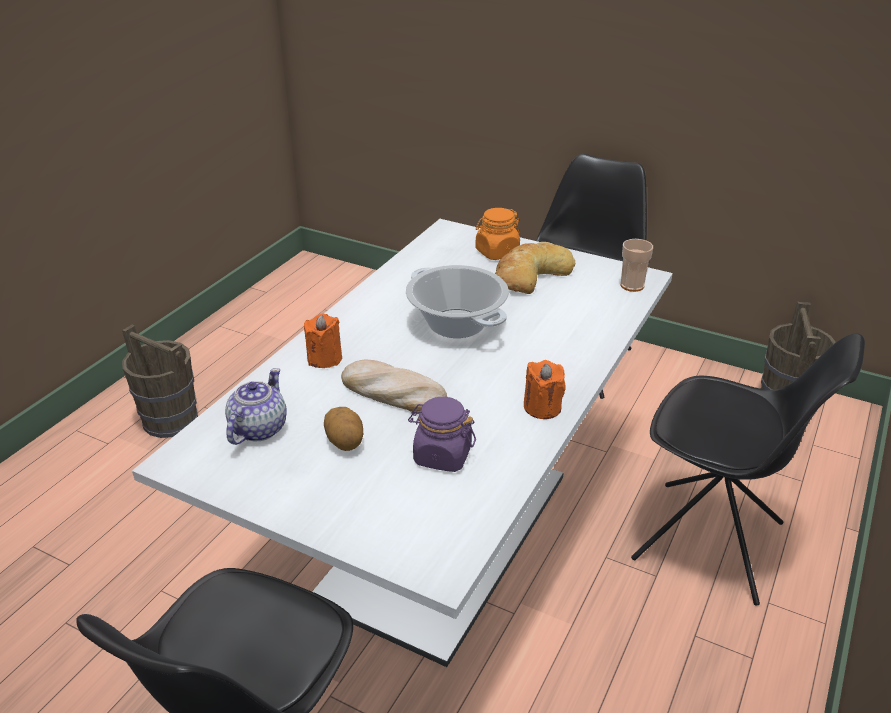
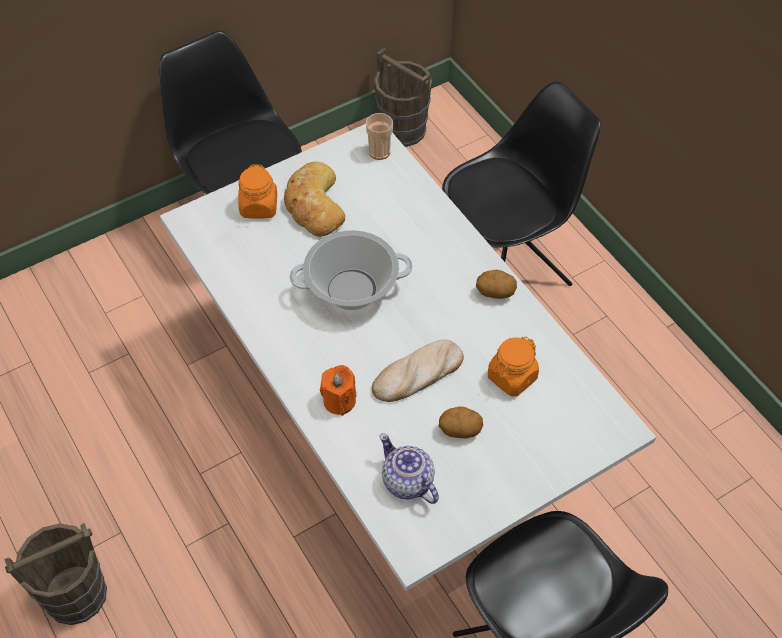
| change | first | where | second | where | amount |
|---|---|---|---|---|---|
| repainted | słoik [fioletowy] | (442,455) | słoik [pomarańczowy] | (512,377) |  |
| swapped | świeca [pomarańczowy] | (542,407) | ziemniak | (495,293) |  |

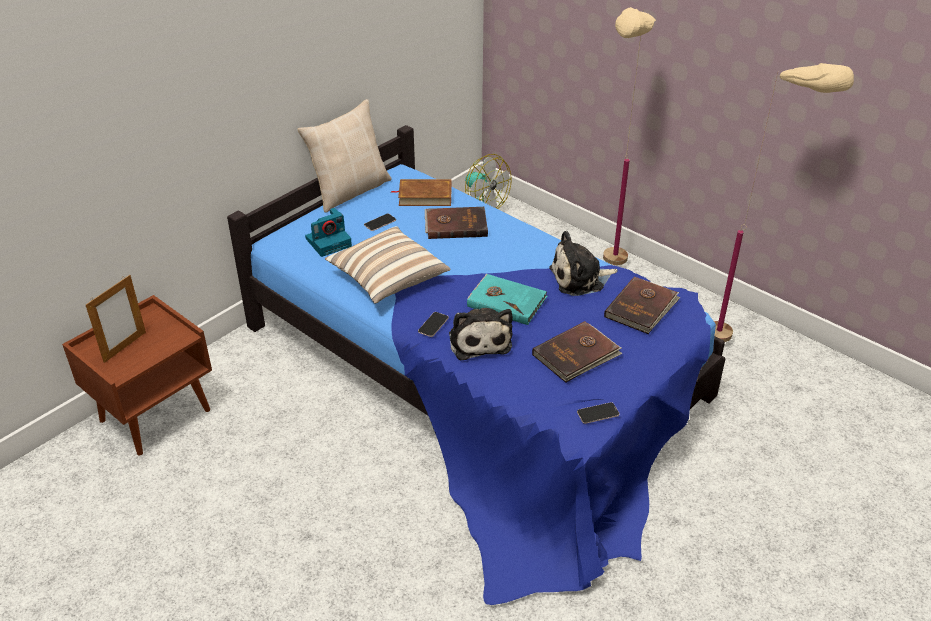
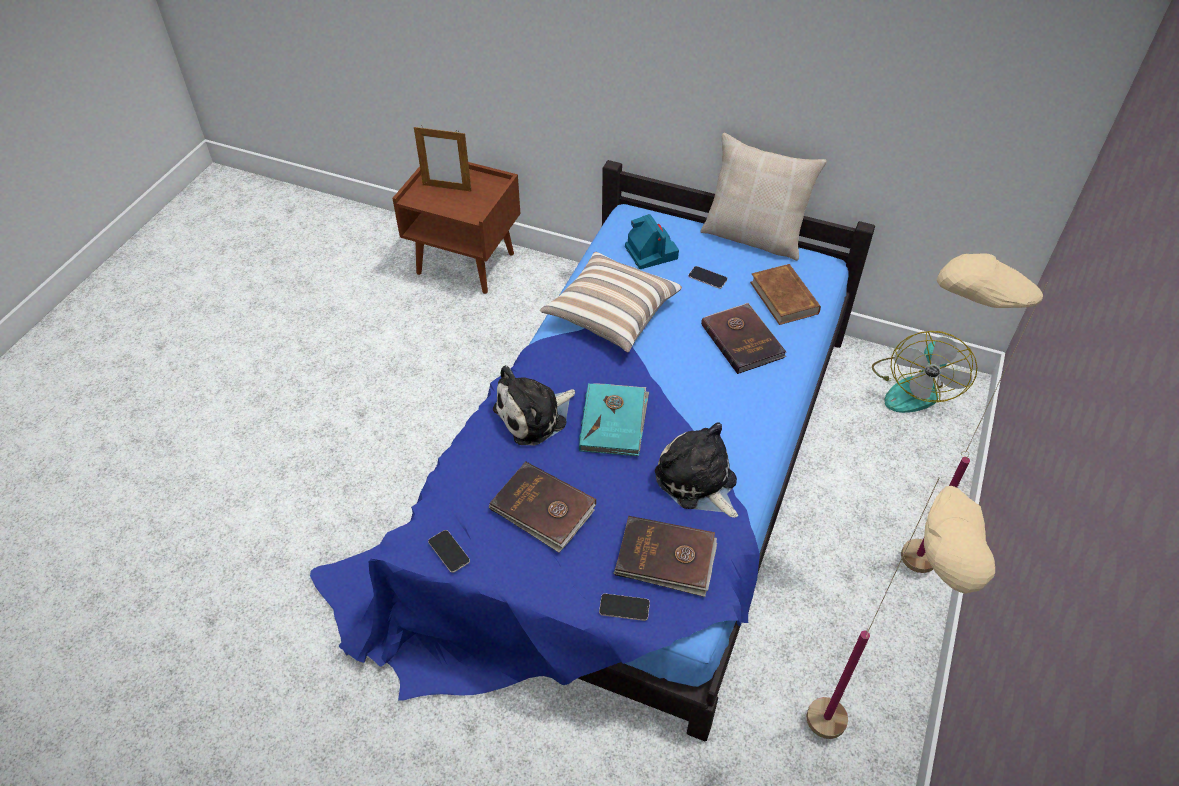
| change | first | where | second | where | amount |
|---|---|---|---|---|---|
| rotated | aparat fotograficzny | (329,242) |  | (650,252) | 150 degrees counterclockwise |
| shifted | telefon | (433,325) |  | (624,607) |  |

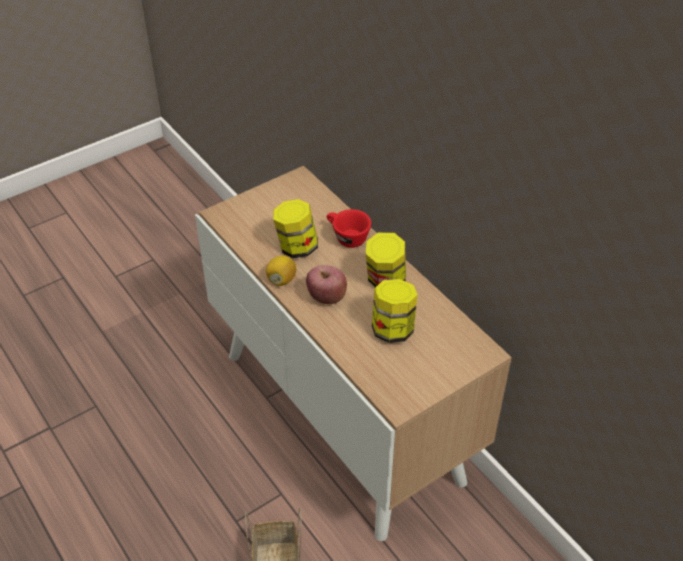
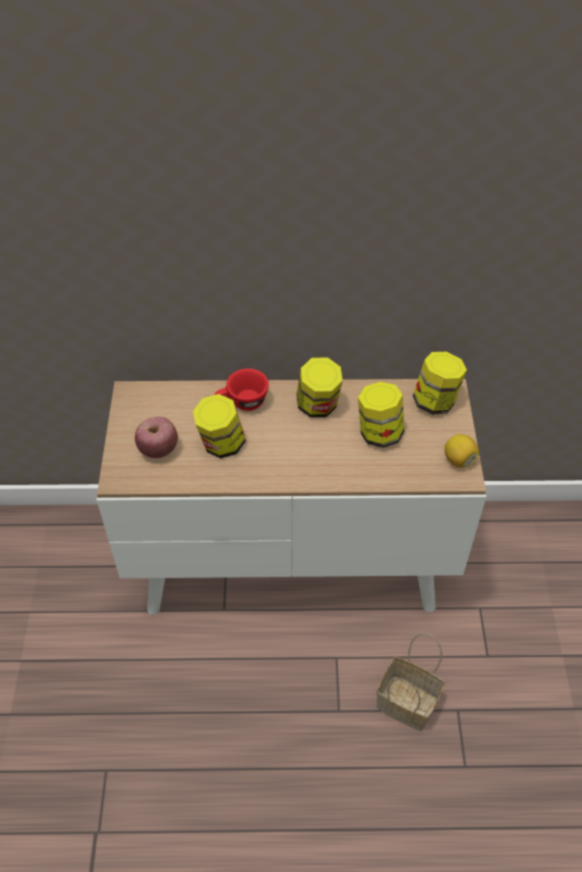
| change | first | where | second | where | amount |
|---|---|---|---|---|---|
| shifted | cytryna | (281,280) |  | (459,460) |  |
| shifted | jabłko | (326,297) |  | (159,450) |  |
| new |  |  | słoik | (435,401) |  |

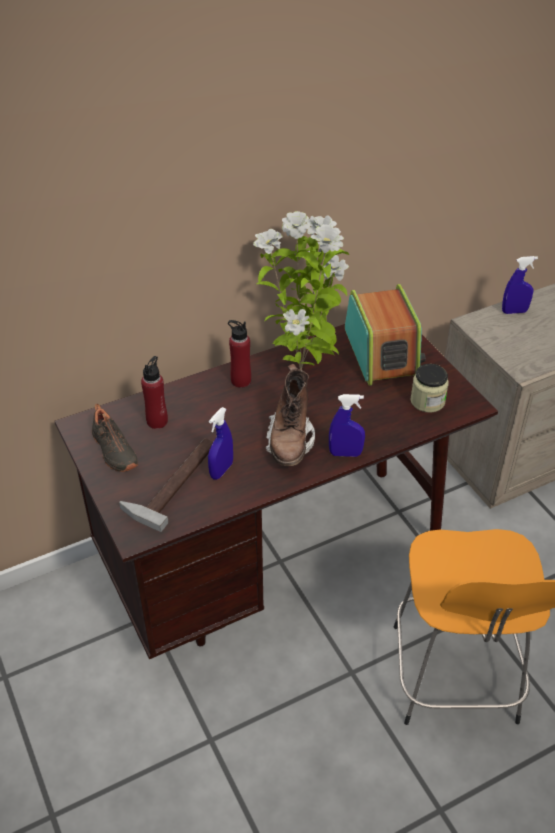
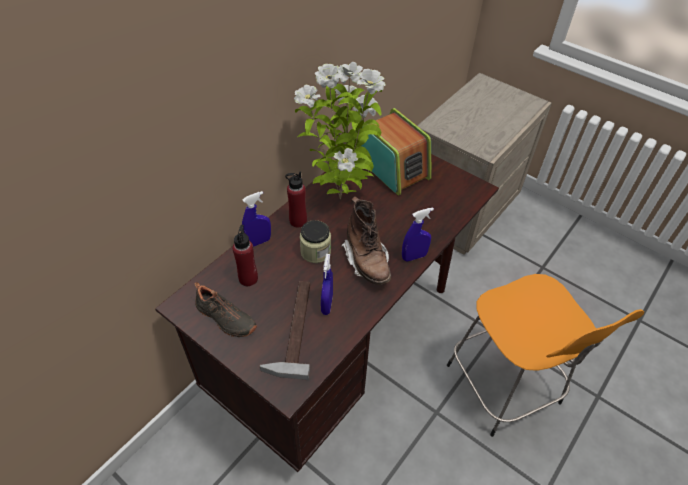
| change | first | where | second | where | amount |
|---|---|---|---|---|---|
| shifted | słoik | (427,401) |  | (315,252) |  |
| shifted | spryskiwacz [niebieski] | (514,311) |  | (258,242) |  |

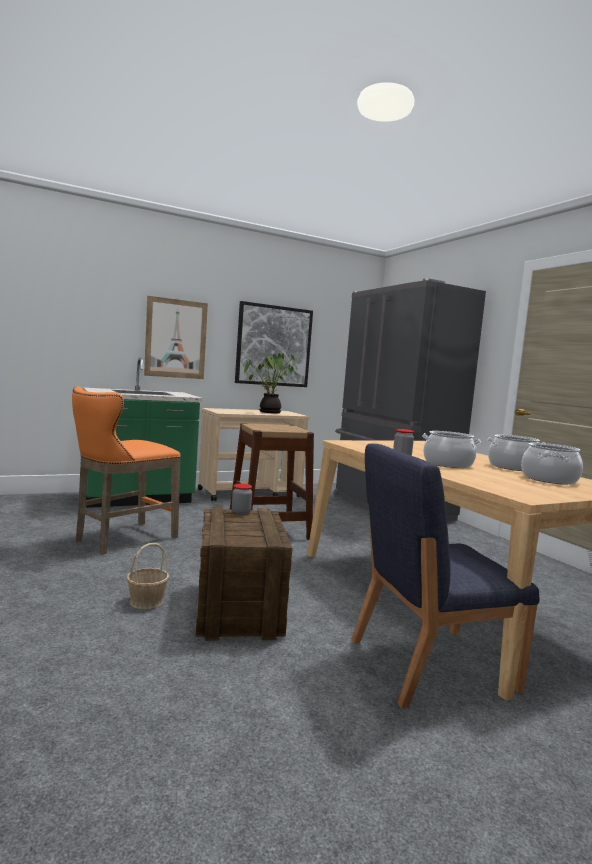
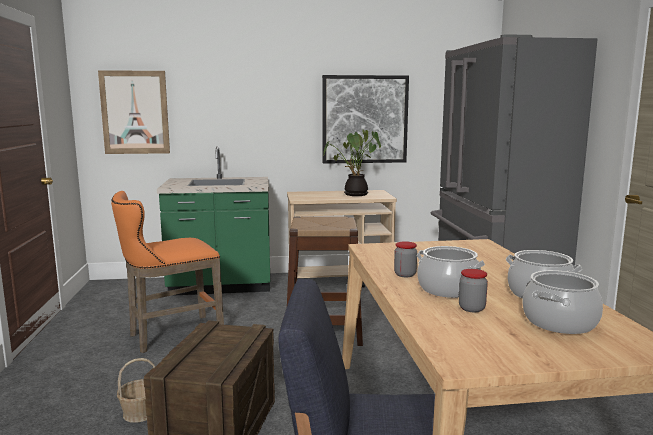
| change | first | where | second | where | amount |
|---|---|---|---|---|---|
| shifted | obraz | (176,338) |  | (135,112) |  |
| shifted | słoik | (241,513) |  | (471,308) |  |

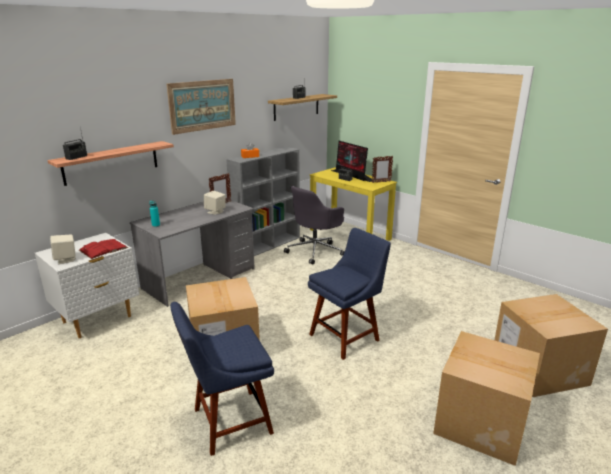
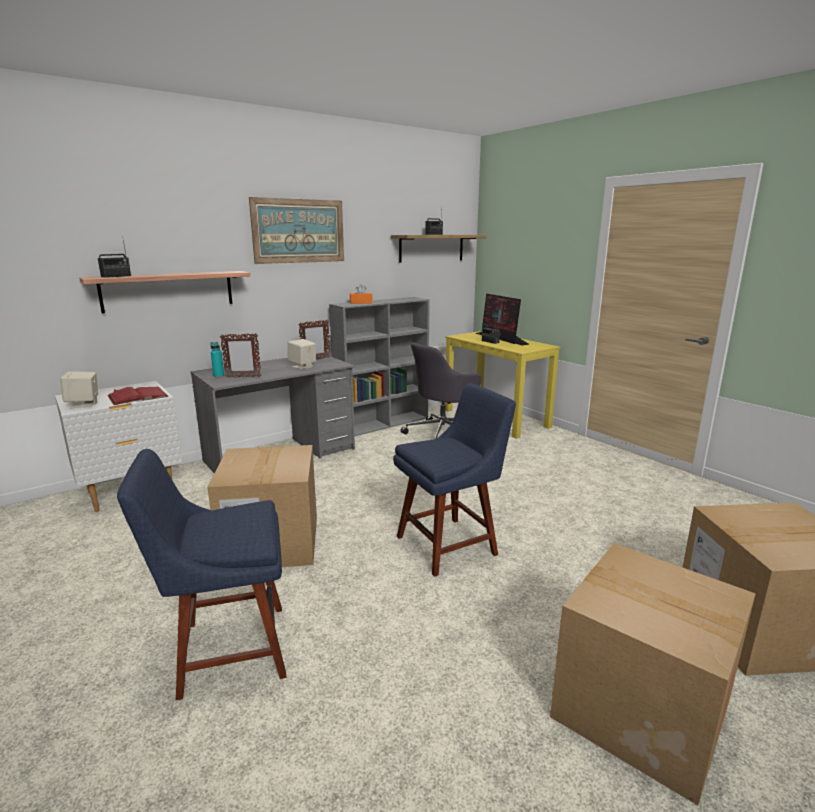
| change | first | where | second | where | amount |
|---|---|---|---|---|---|
| shifted | ramka na zdjęcie | (381,182) |  | (243,377) |  |

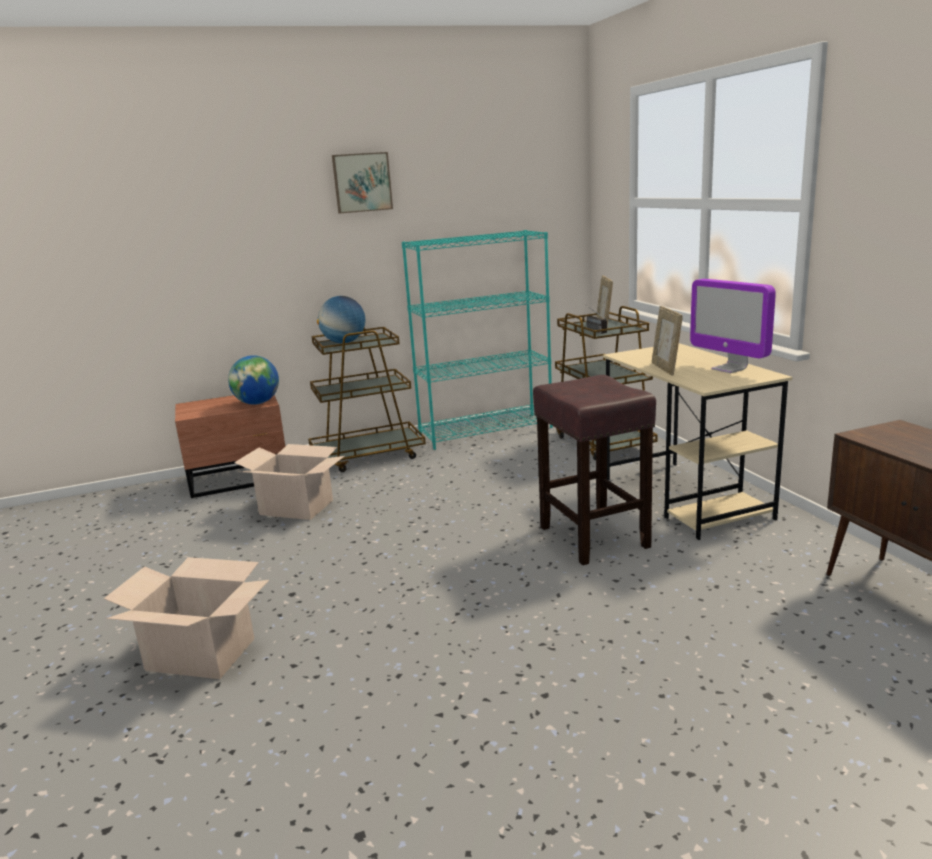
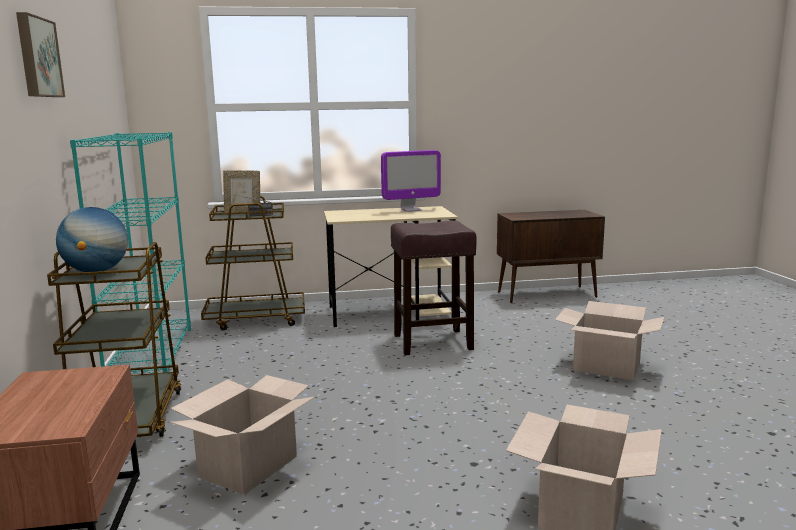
| change | first | where | second | where | amount |
|---|---|---|---|---|---|
| gone | globus | (257,403) |  |  |  |
| gone | ramka na zdjęcie | (665,369) |  |  |  |
| new |  |  | karton | (607,367) |  |

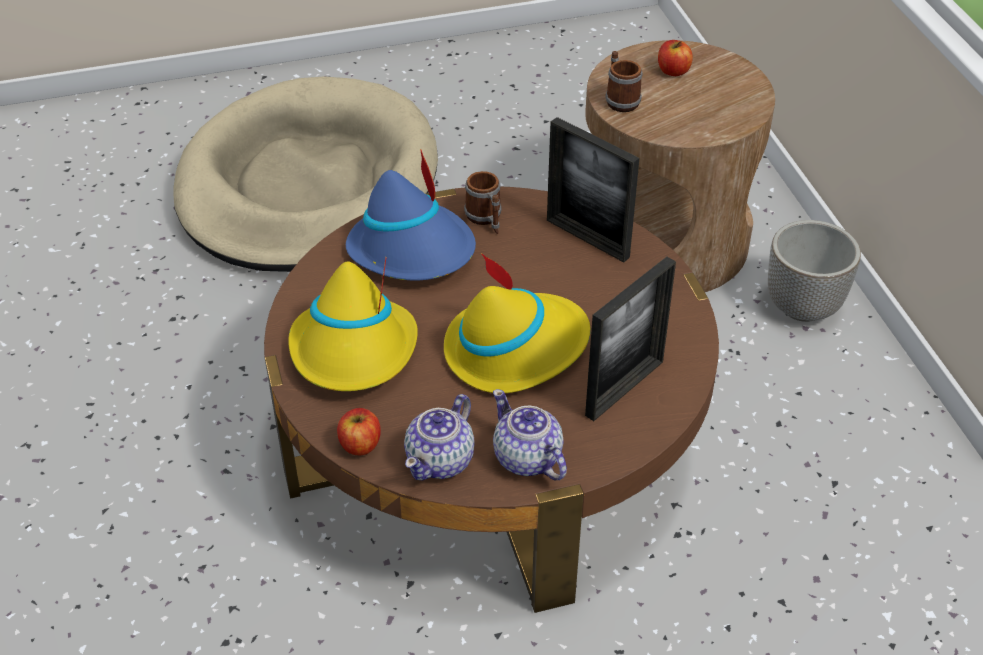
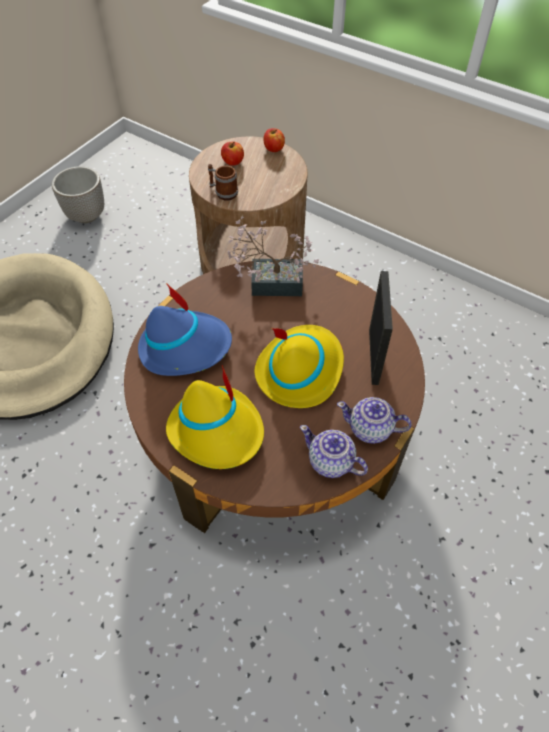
| change | first | where | second | where | amount |
|---|---|---|---|---|---|
| shifted | jabłko | (360,444) |  | (273,148) |  |
| rotated | imbryk | (441,460) |  | (331,462) | 135 degrees clockwise |
| gone | kubek | (486,219) |  |  |  |
| swapped | ramka na zdjęcie | (587,238) | roślina doniczkowa | (270,283) |  |
| shifted | donica | (803,306) |  | (86,215) |  |

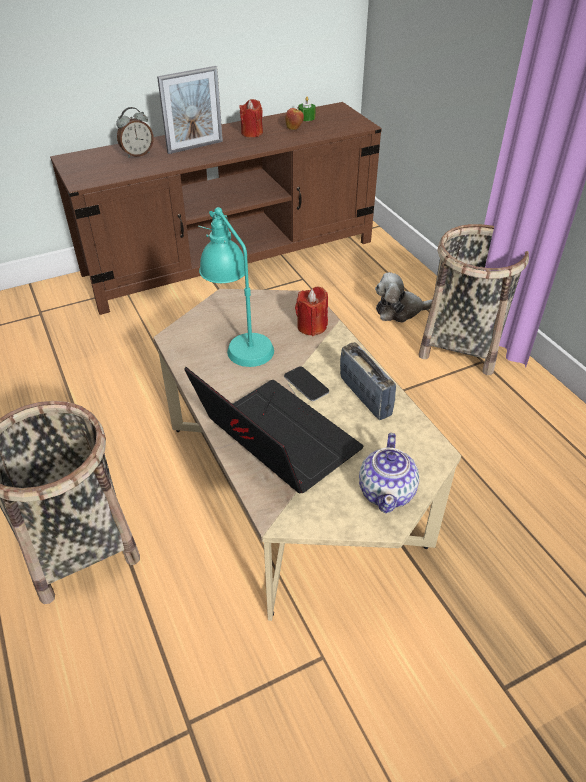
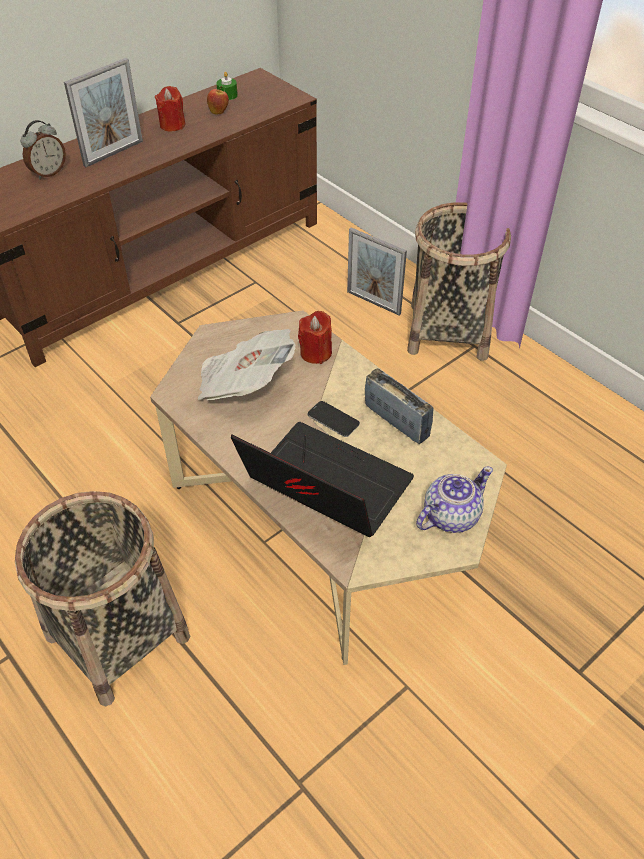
| change | first | where | second | where | amount |
|---|---|---|---|---|---|
| swapped | lampa stołowa [turkusowy] | (238,341) | gazeta | (244,384) |  |
| rotated | imbryk | (387,491) |  | (450,516) | 120 degrees counterclockwise |
| swapped | pluszak | (400,311) | ramka na zdjęcie | (373,302) |  |

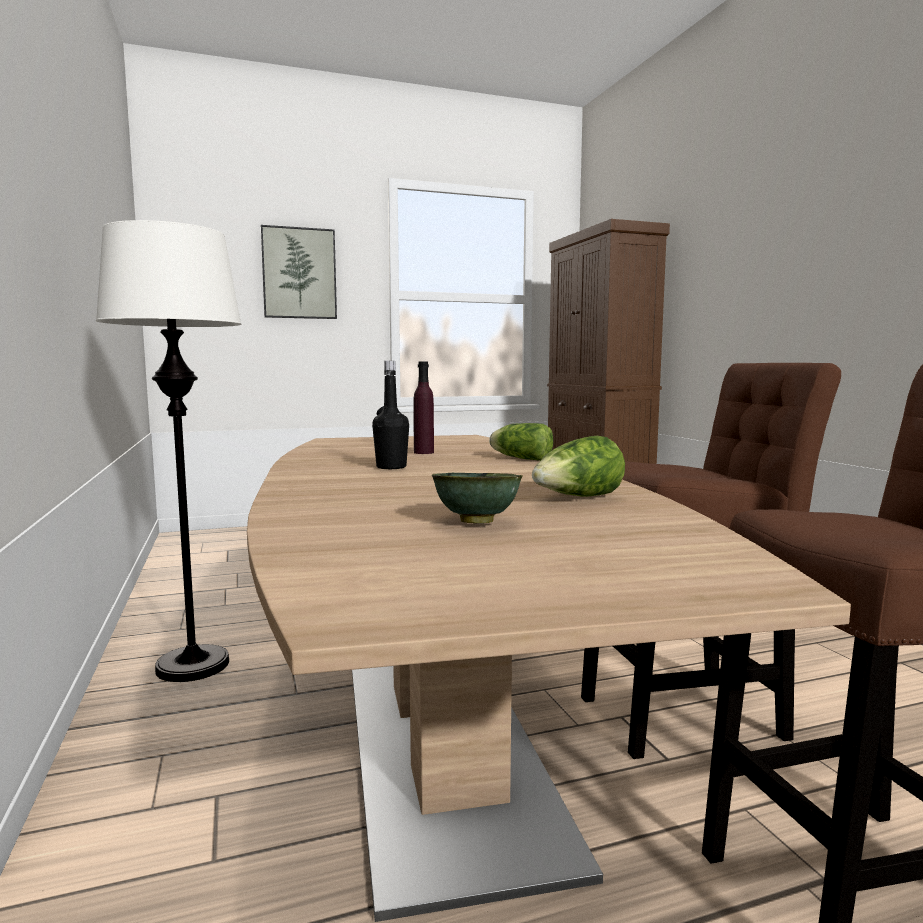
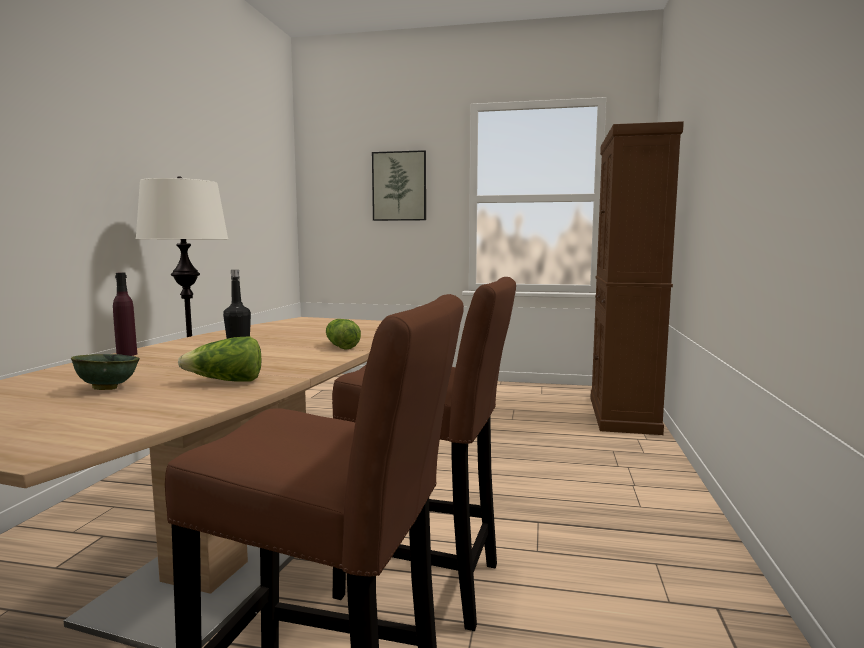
| change | first | where | second | where | amount |
|---|---|---|---|---|---|
| shifted | butelka [fioletowy] | (423,452) |  | (127,354) |  |

